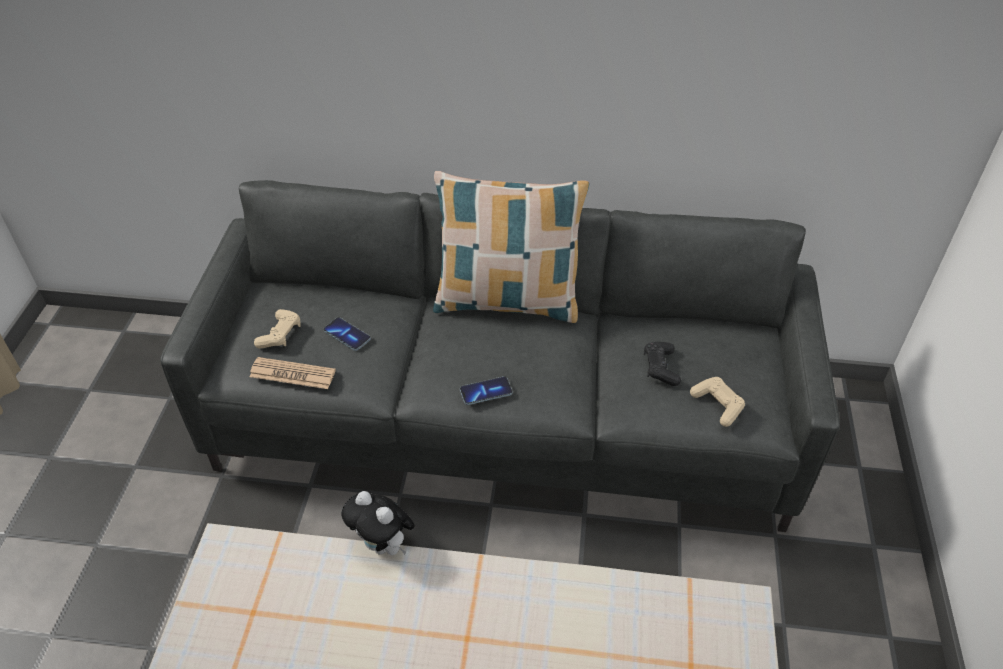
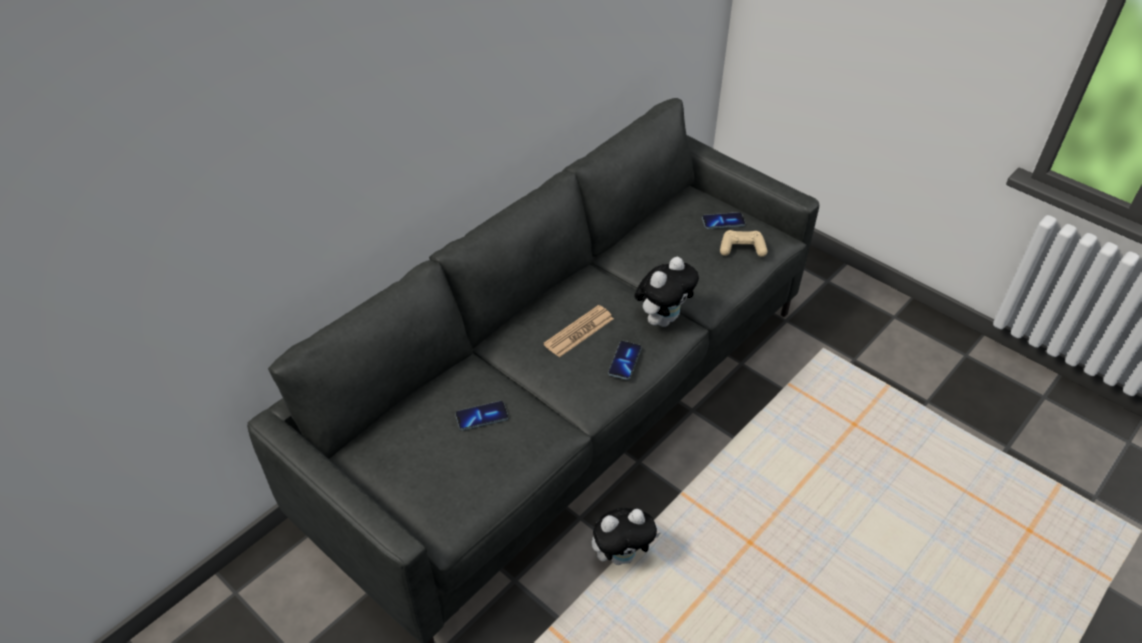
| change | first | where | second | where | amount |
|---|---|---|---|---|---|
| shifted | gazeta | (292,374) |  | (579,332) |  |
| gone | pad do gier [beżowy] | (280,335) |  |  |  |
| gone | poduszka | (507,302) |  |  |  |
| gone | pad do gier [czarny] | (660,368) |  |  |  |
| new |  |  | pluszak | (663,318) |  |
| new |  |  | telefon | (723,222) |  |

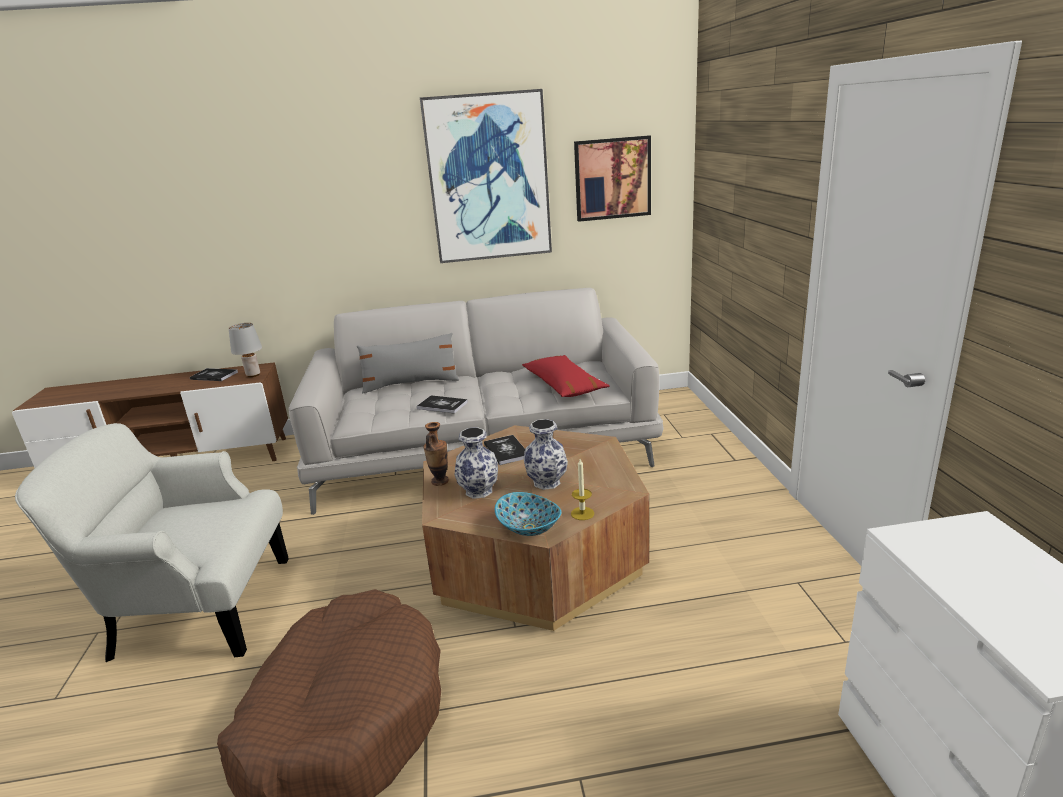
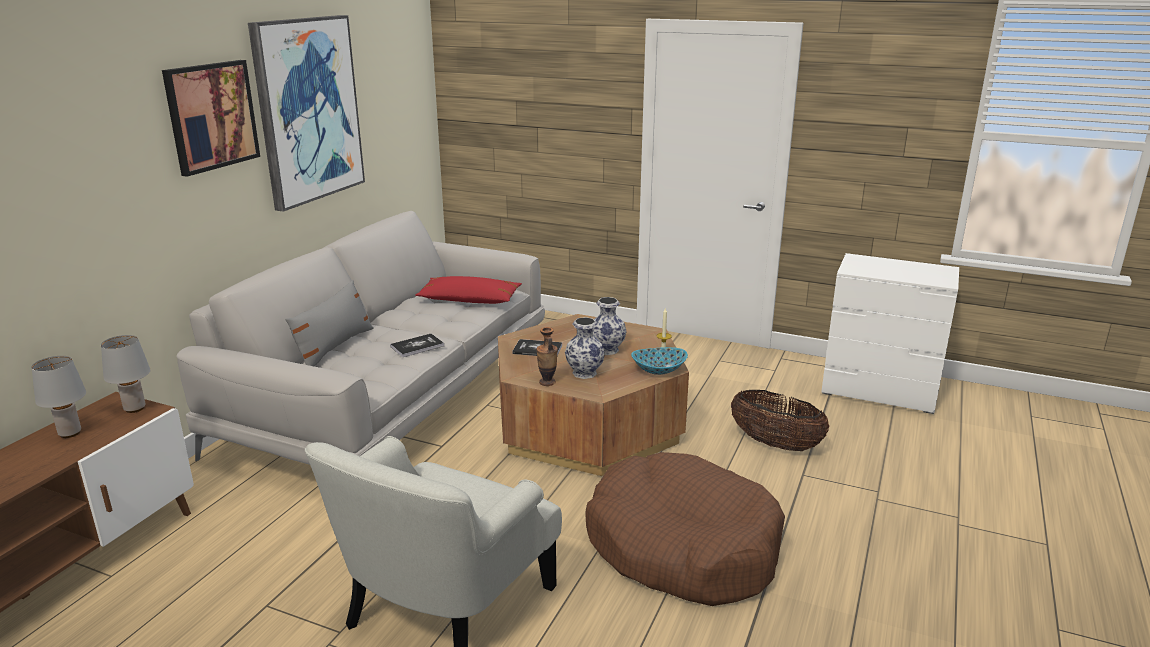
| change | first | where | second | where | amount |
|---|---|---|---|---|---|
| swapped | książka | (214,376) | lampa stołowa [szary] | (70,433) |  |
| shifted | obraz | (612,178) |  | (211,116) |  |
| new |  |  | koszyk | (775,444) |  |

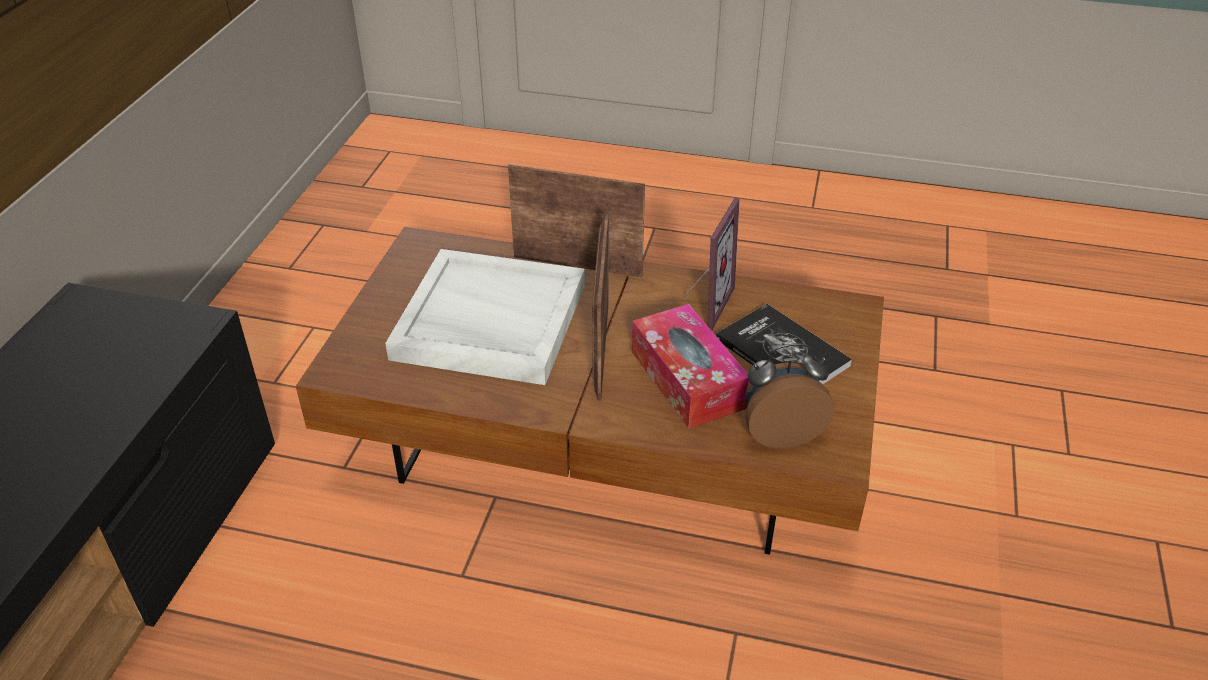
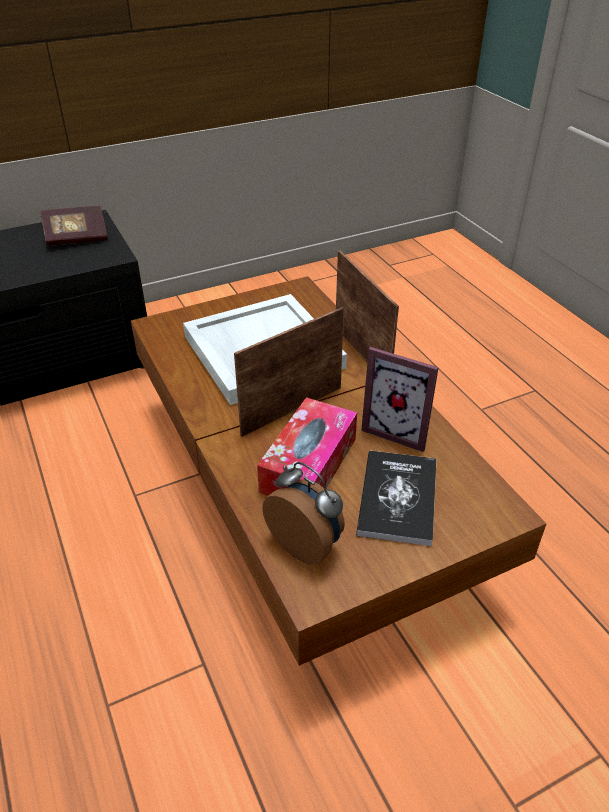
| change | first | where | second | where | amount |
|---|---|---|---|---|---|
| rotated | ramka na zdjęcie | (703,304) |  | (399,429) | 45 degrees clockwise |
| new |  |  | książka | (76,238) |  |

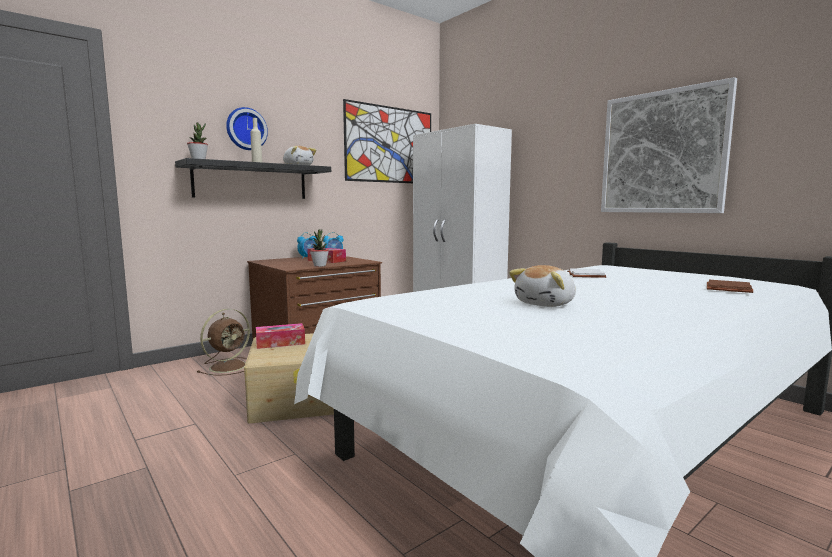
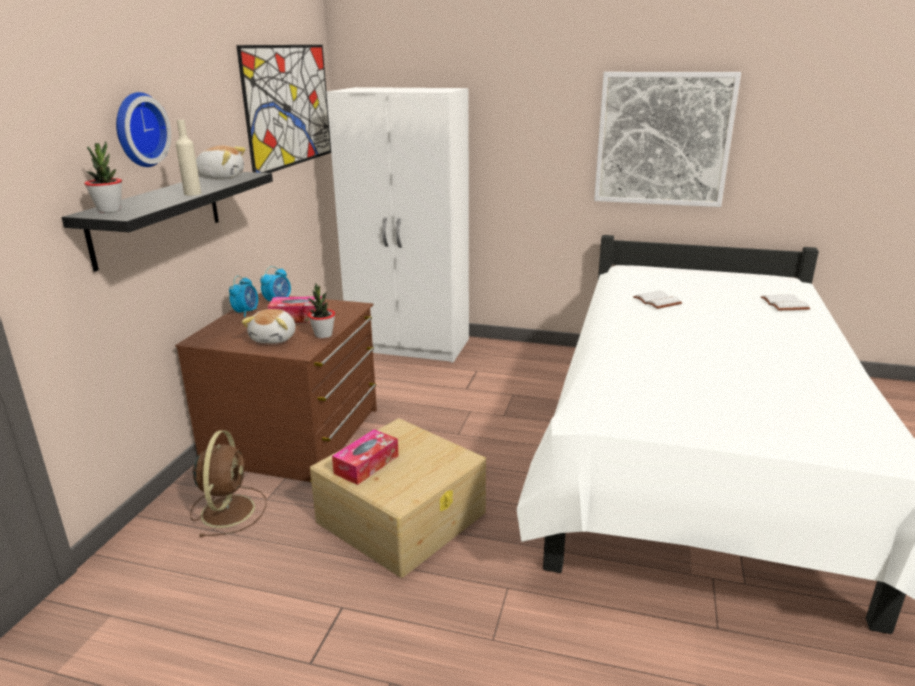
| change | first | where | second | where | amount |
|---|---|---|---|---|---|
| shifted | pluszak | (546,304) |  | (275,338) |  |
| repainted | książka [brązowy] | (726,288) | książka [biały] | (783,304) |  |

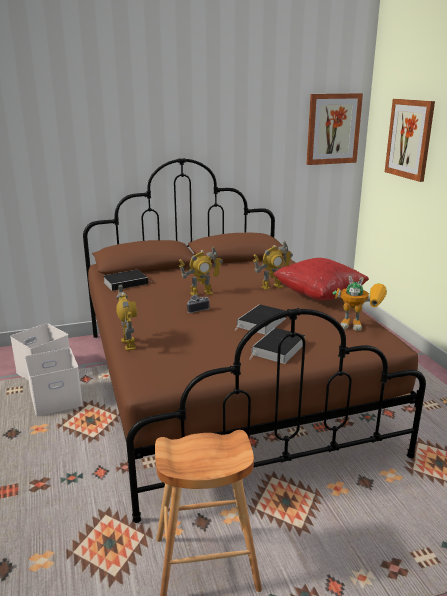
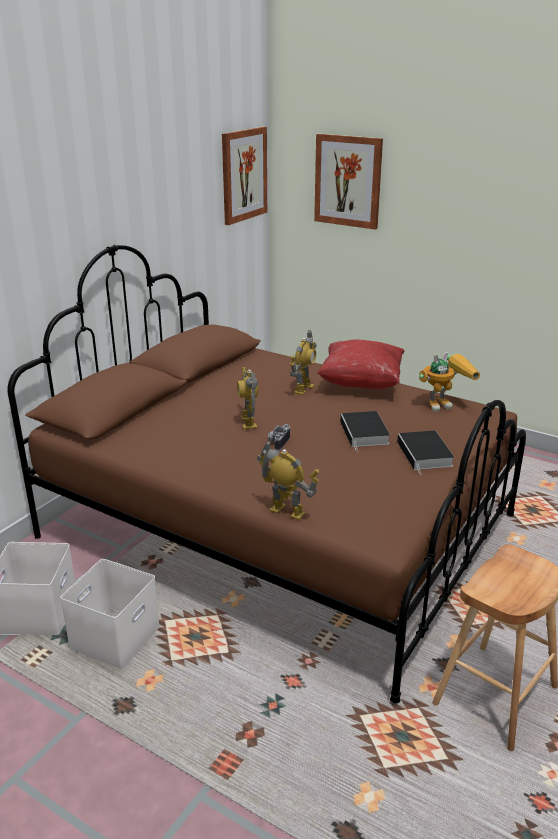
| change | first | where | second | where | amount |
|---|---|---|---|---|---|
| gone | książka | (126,282) |  |  |  |
| rotated | robot zabawkowy | (201,293) |  | (248,422) | 135 degrees clockwise |

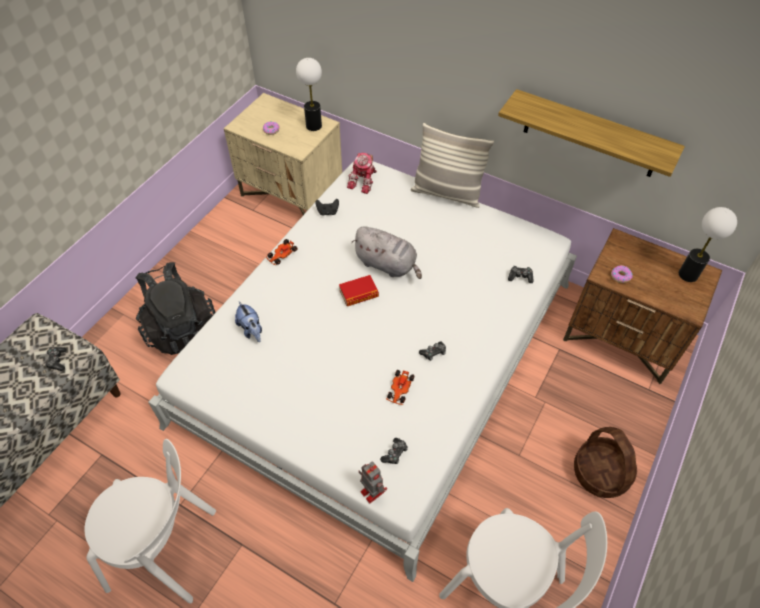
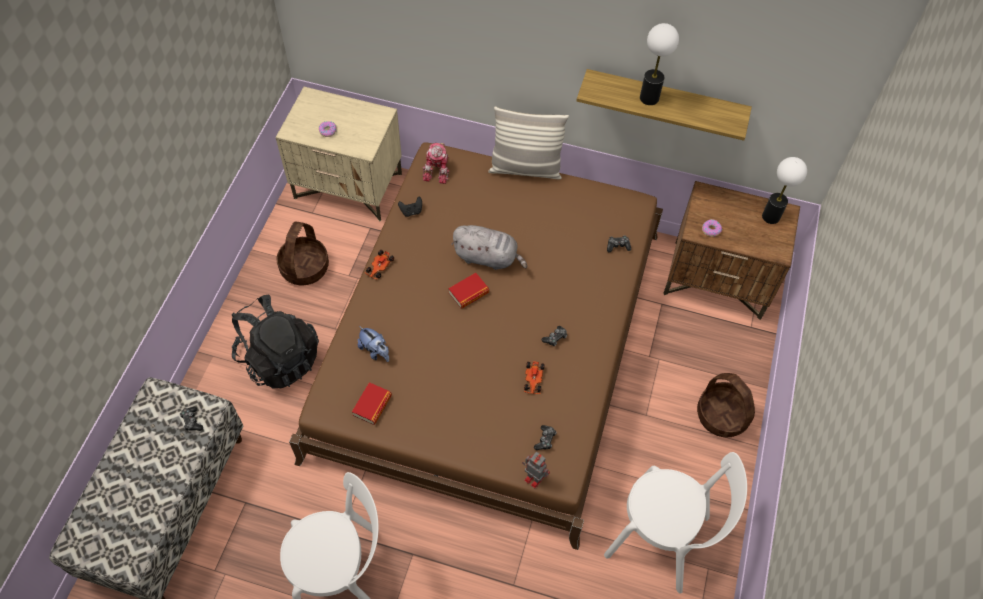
| change | first | where | second | where | amount |
|---|---|---|---|---|---|
| repainted | łóżko [biały] | (379,352) | łóżko [brązowy] | (489,342) |  |
| shifted | lampa stołowa | (313,126) |  | (649,98) |  |
| new |  |  | koszyk | (304,267) |  |
| new |  |  | książka | (372,405) |  |

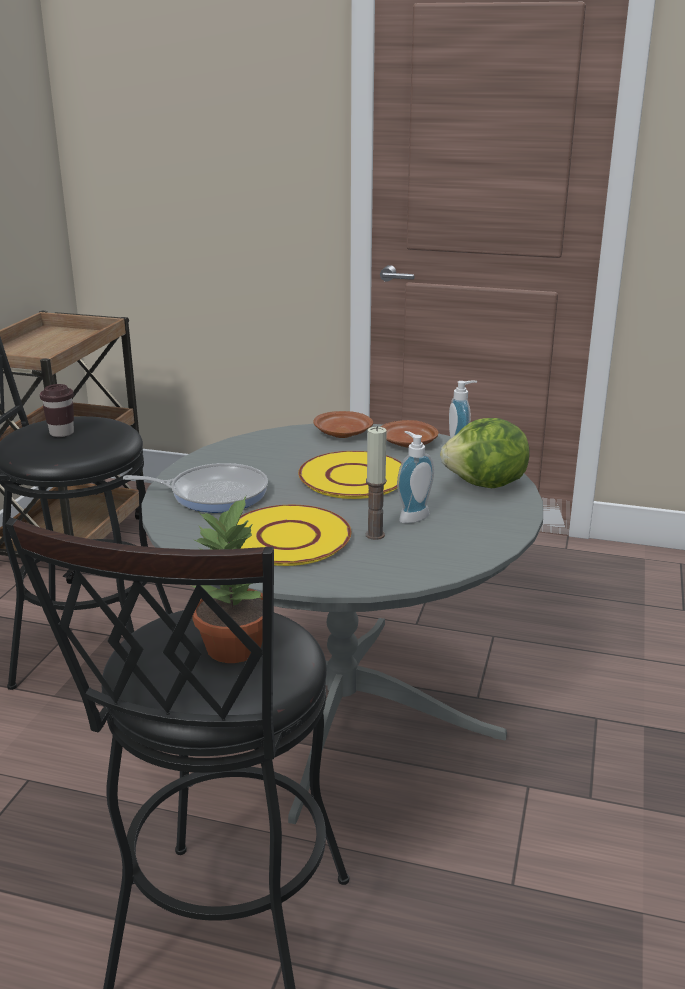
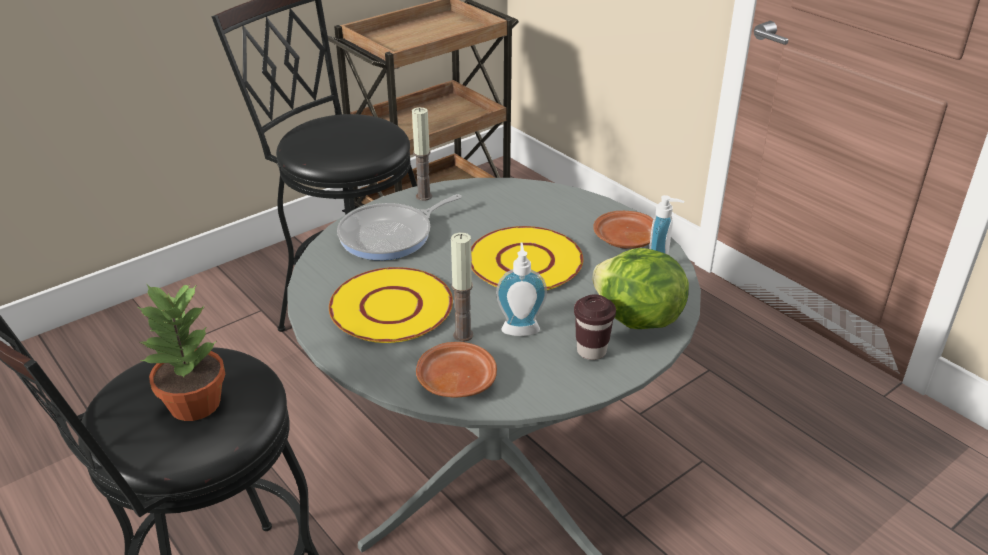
| change | first | where | second | where | amount |
|---|---|---|---|---|---|
| shifted | filiżanka [brązowy] | (61,433) |  | (591,351) |  |
| rotated | patelnia | (213,494) |  | (390,236) | 105 degrees clockwise |
| shifted | talerz [brązowy] | (342,433) |  | (456,381) |  |
| new |  |  | świeca | (424,196) |  |

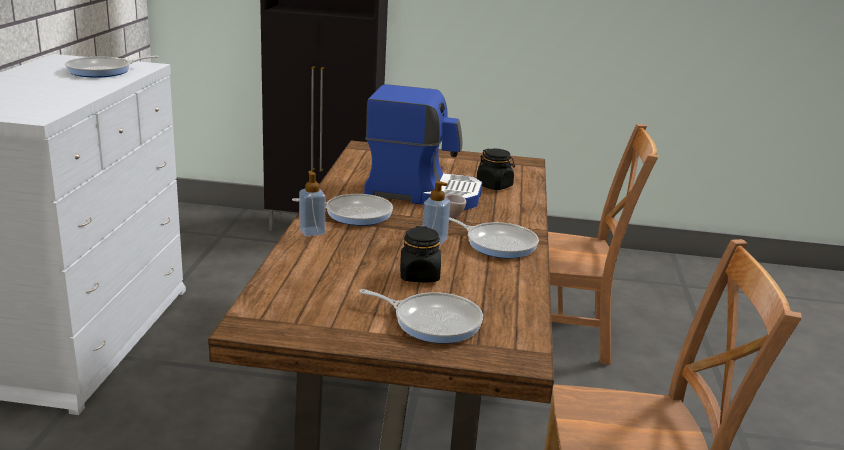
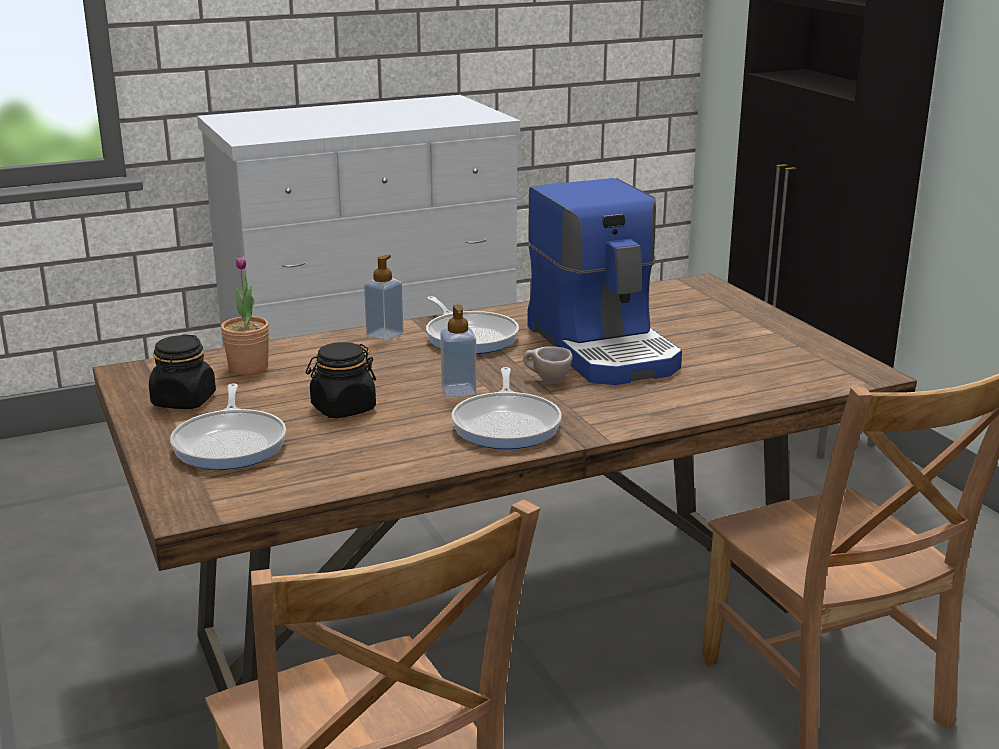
| change | first | where | second | where | amount |
|---|---|---|---|---|---|
| gone | patelnia | (103,71) |  |  |  |
| shifted | słoik [czarny] | (494,186) |  | (184,401) |  |
| new |  |  | roślina doniczkowa | (248,368) |  |

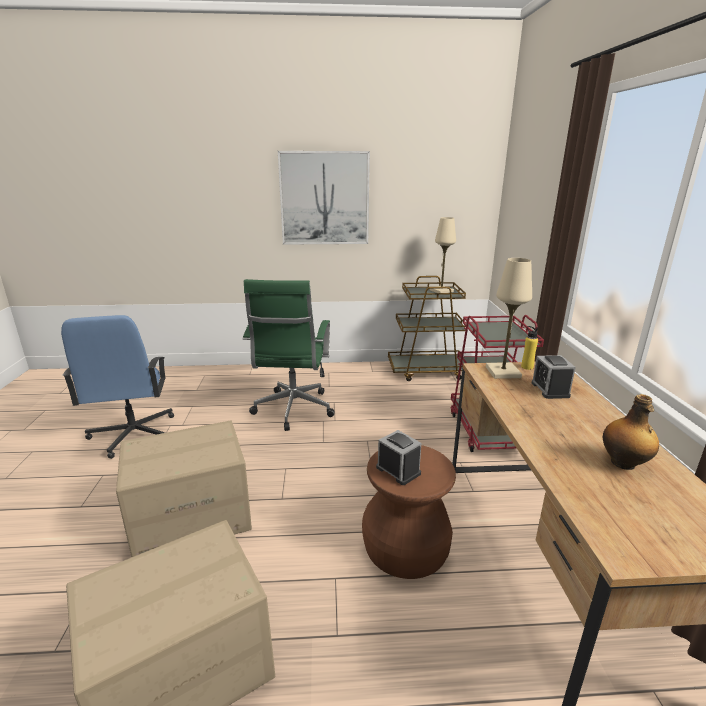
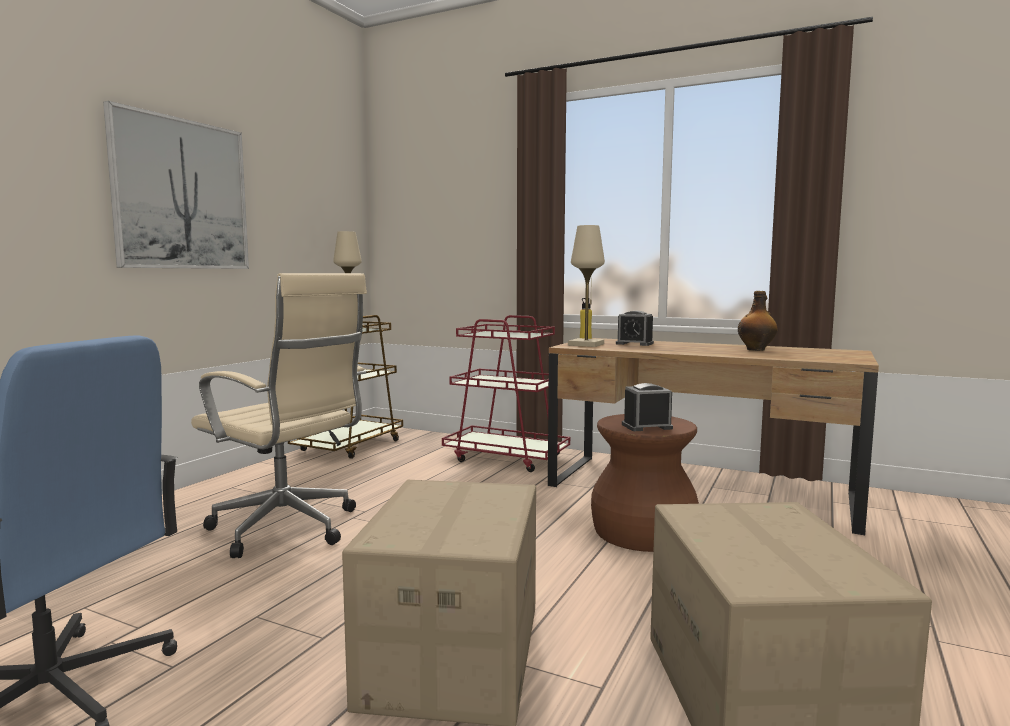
| change | first | where | second | where | amount |
|---|---|---|---|---|---|
| repainted | krzesło biurowe [zielony] | (293,411) | krzesło biurowe [beżowy] | (289,529) |  |

